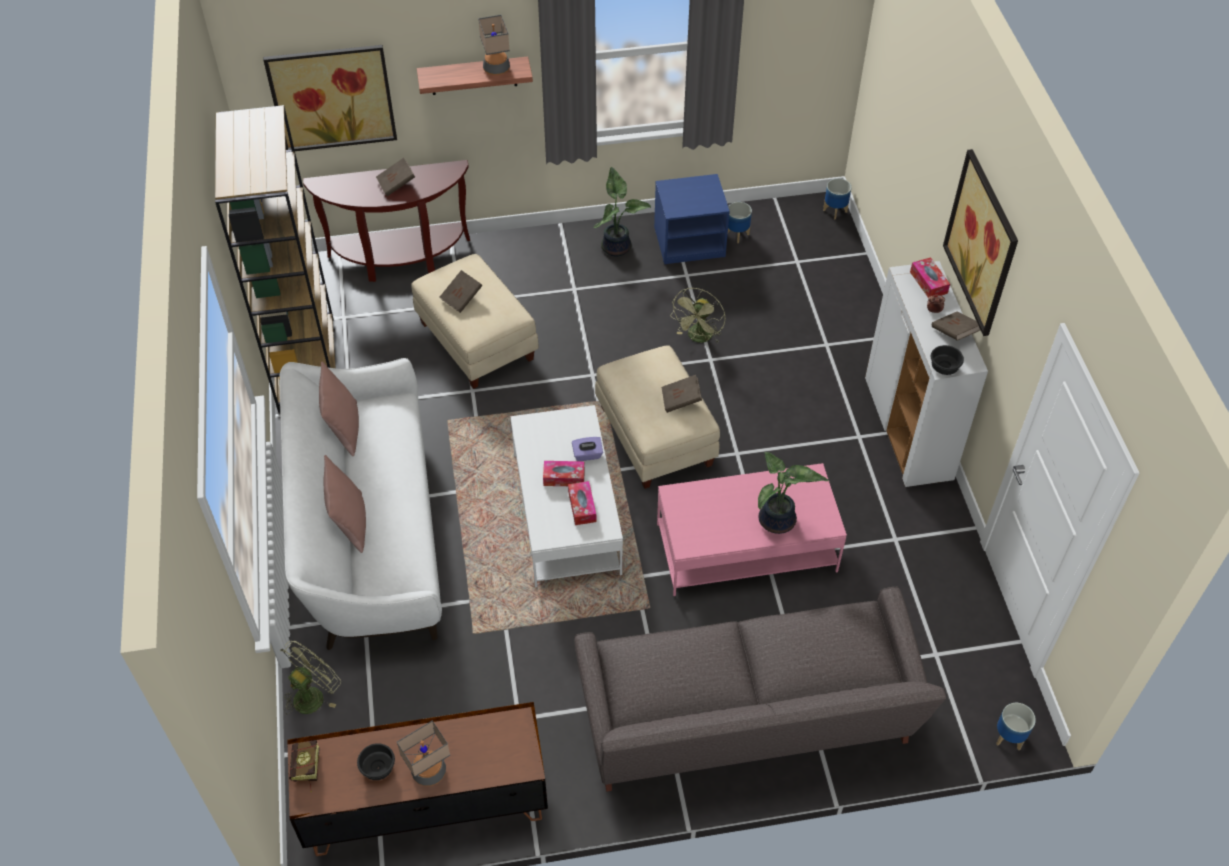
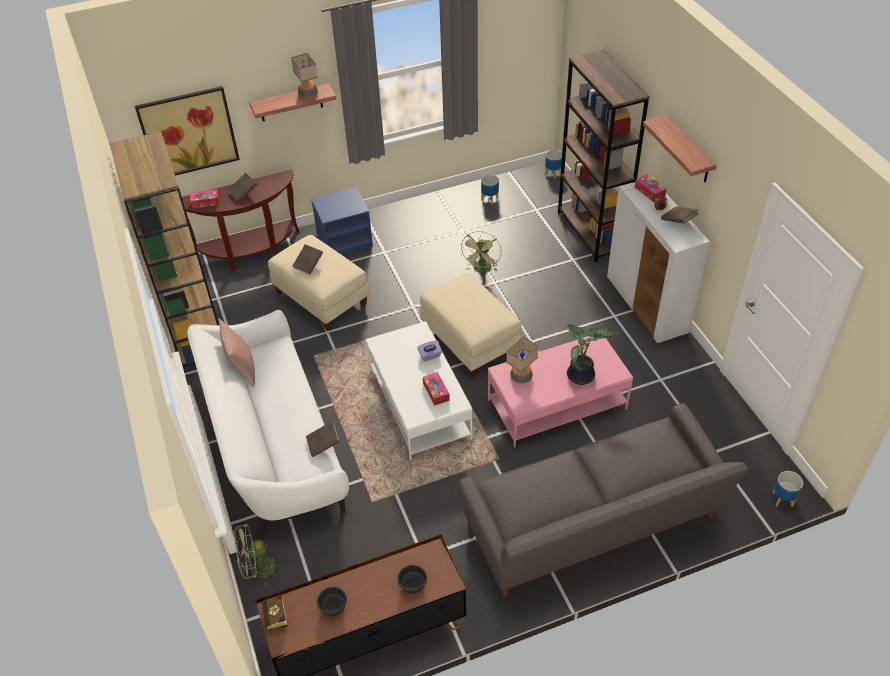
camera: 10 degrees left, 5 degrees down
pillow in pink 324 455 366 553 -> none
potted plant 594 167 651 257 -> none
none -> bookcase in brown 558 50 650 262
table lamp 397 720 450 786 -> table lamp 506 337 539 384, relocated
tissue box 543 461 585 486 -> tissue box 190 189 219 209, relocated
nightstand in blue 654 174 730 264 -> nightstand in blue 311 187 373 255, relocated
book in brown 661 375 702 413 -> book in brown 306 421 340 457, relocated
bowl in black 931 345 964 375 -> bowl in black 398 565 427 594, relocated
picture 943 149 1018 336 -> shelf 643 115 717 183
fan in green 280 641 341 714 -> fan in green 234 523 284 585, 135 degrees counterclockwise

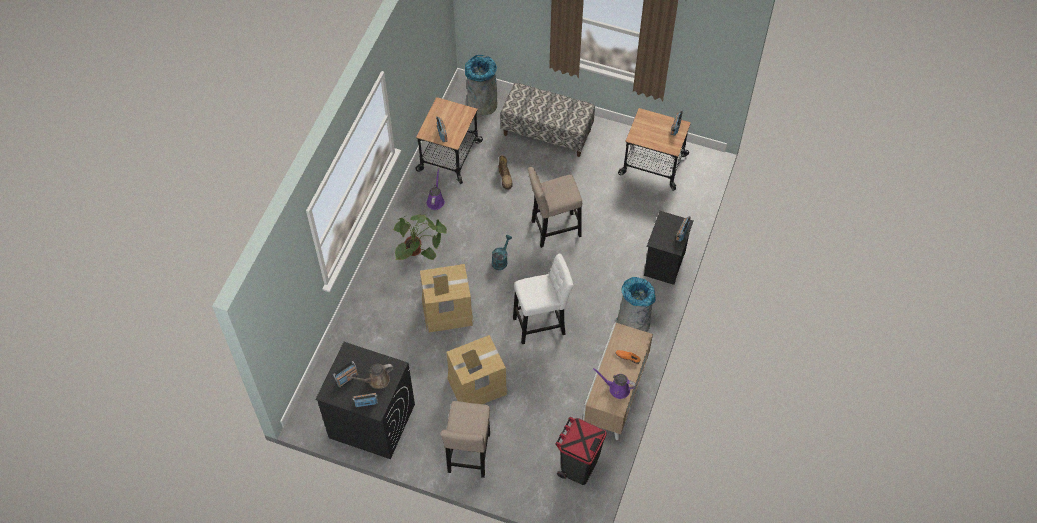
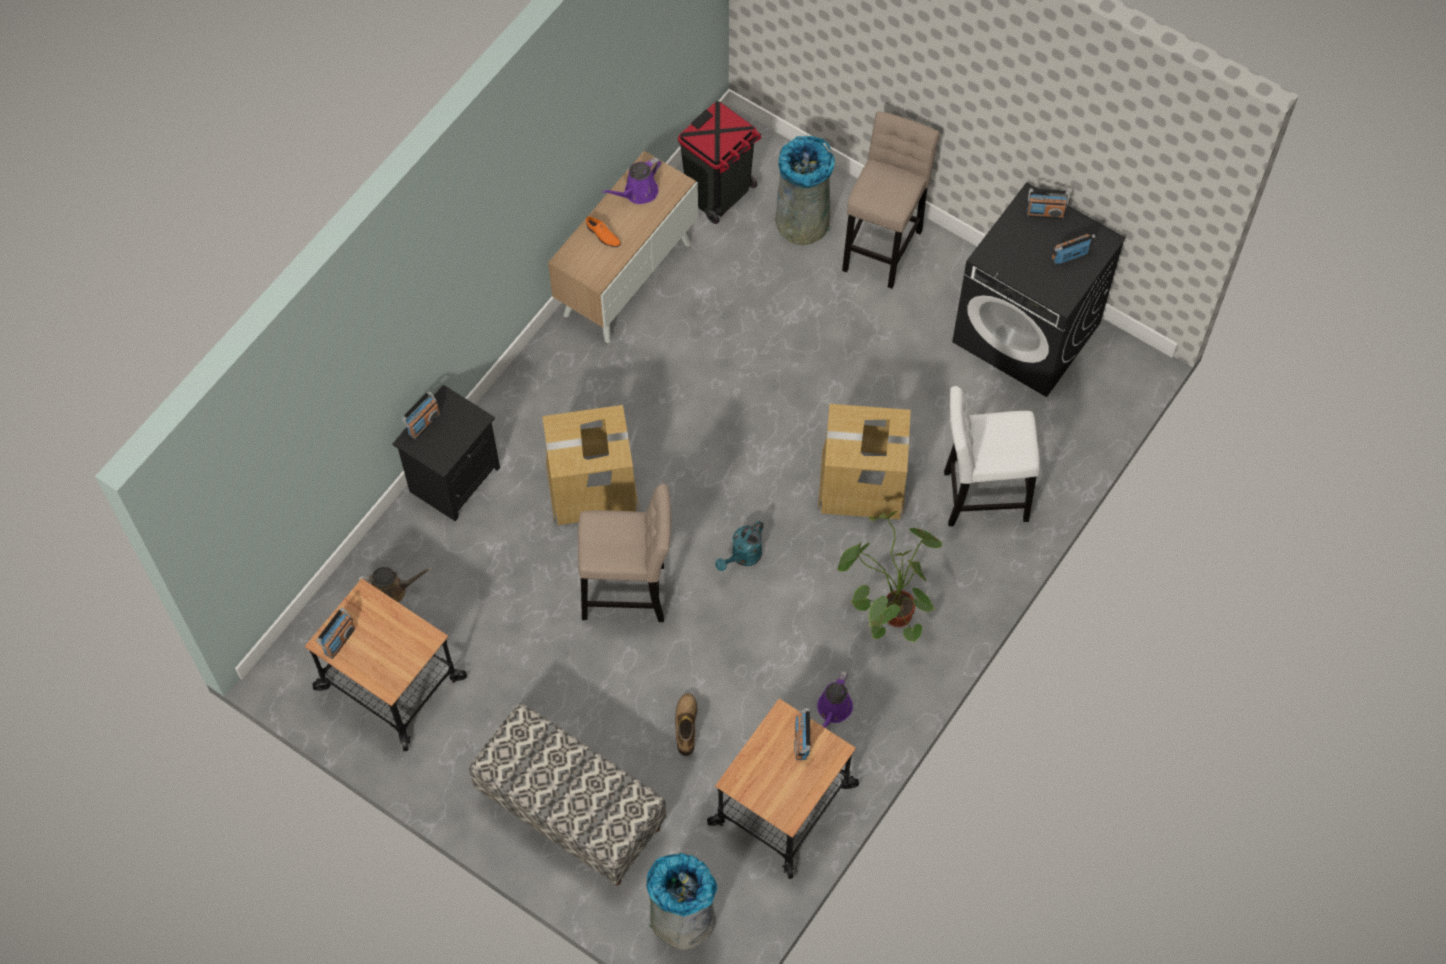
camera: 165 degrees left, 5 degrees up
watering can in brown 347 364 393 389 -> watering can in brown 358 567 433 603, relocated
cardboard box 447 335 508 404 -> cardboard box 542 405 639 525, relocated
stool in white 513 254 574 344 -> stool in white 944 386 1040 526, relocated
trash can in grey 616 277 656 332 -> trash can in grey 775 136 835 245, relocated
watering can in purple 593 368 636 399 -> watering can in purple 601 157 662 204, 105 degrees clockwise

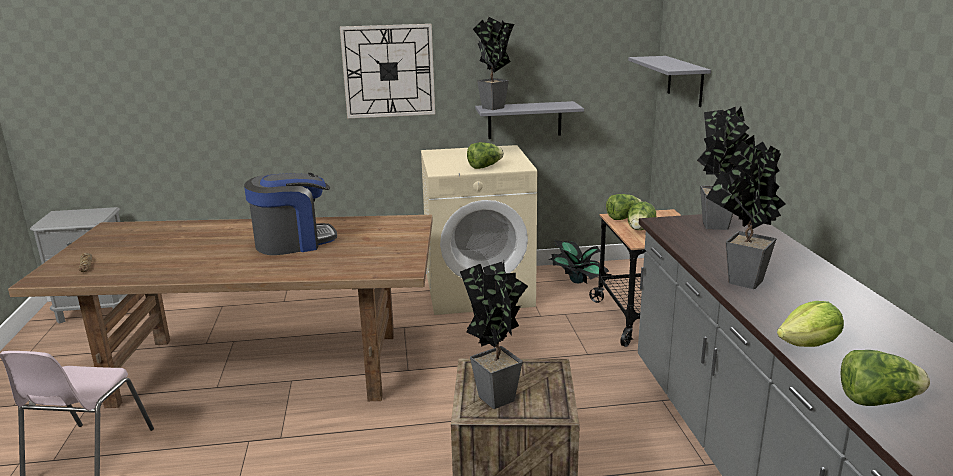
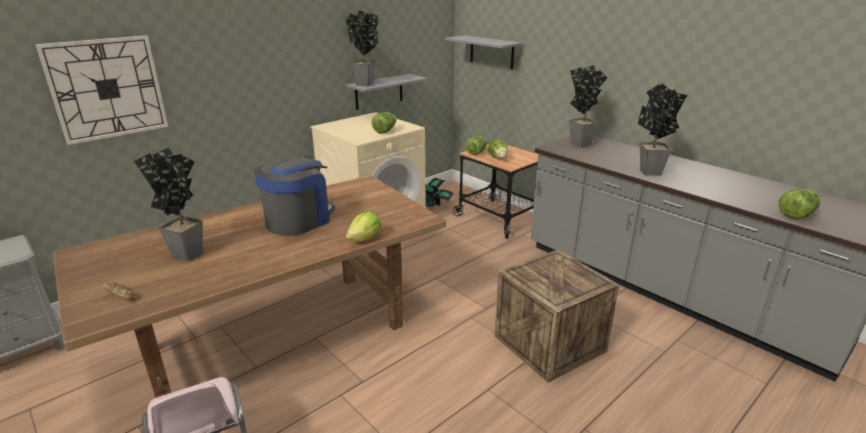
camera: 35 degrees left, 5 degrees up
wall clock 340 24 435 118 -> wall clock 36 35 168 145, relocated
potted plant 460 261 528 409 -> potted plant 134 147 203 261, relocated
lettuce 777 301 844 347 -> lettuce 346 211 381 242, relocated

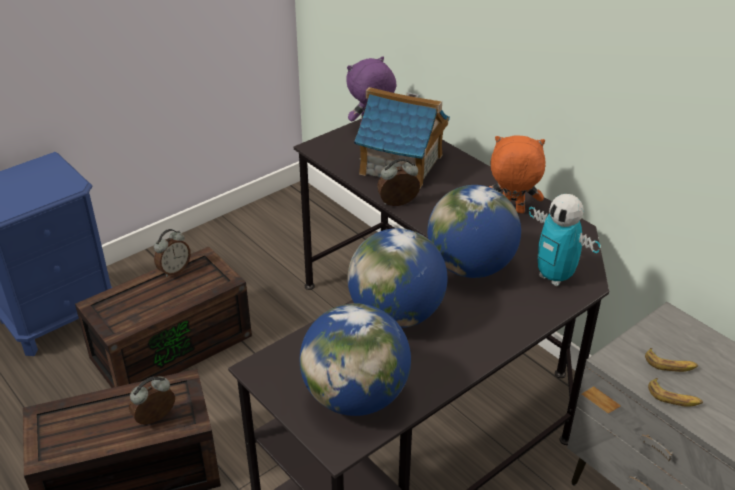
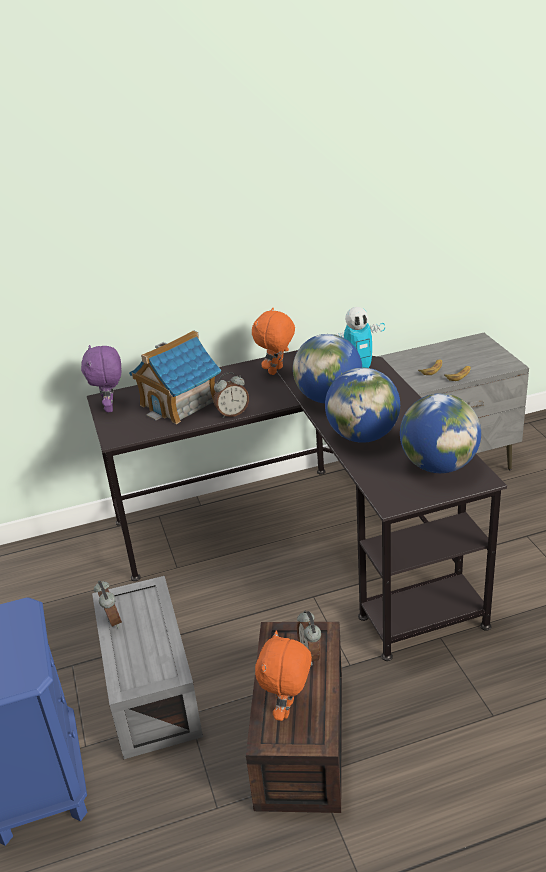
camera: 65 degrees left, 5 degrees down
none -> plush toy in orange 255 630 312 721
storage box in brown 75 246 252 388 -> storage box in grey 92 576 203 759
alarm clock 377 158 420 206 -> alarm clock 214 372 249 418, 120 degrees counterclockwise

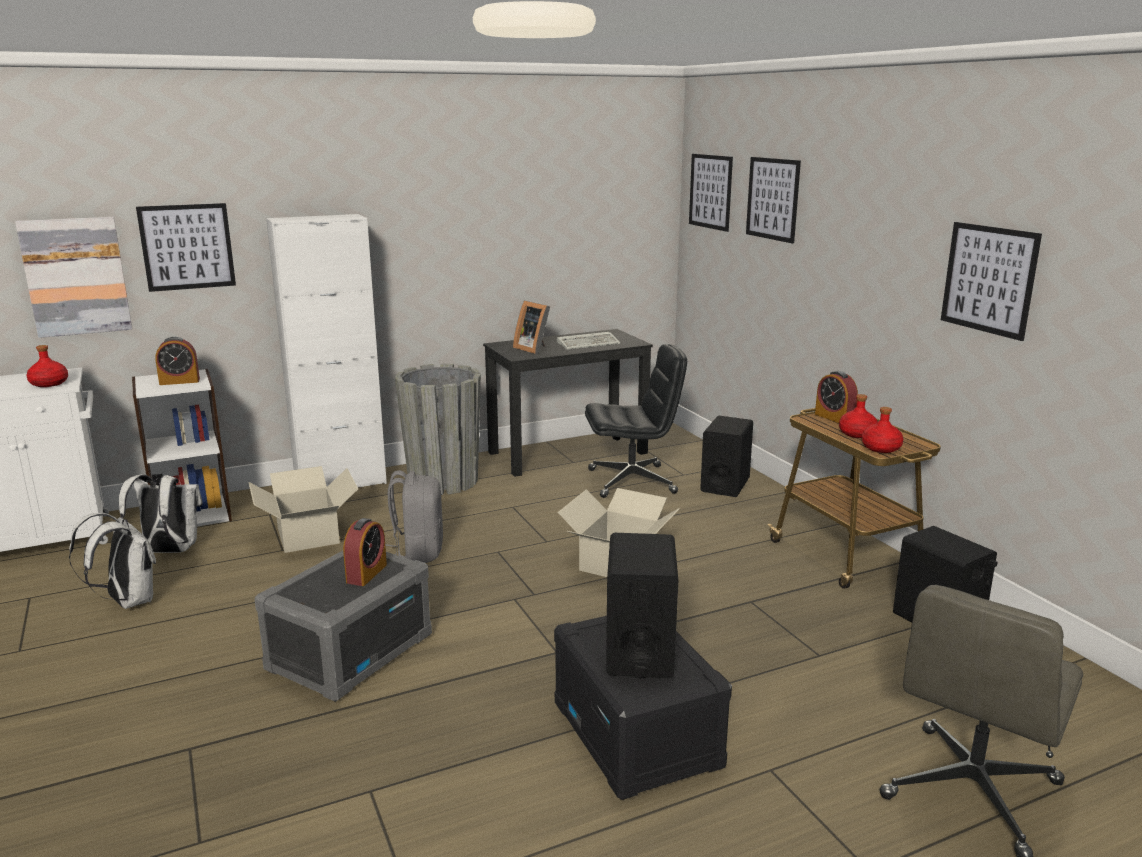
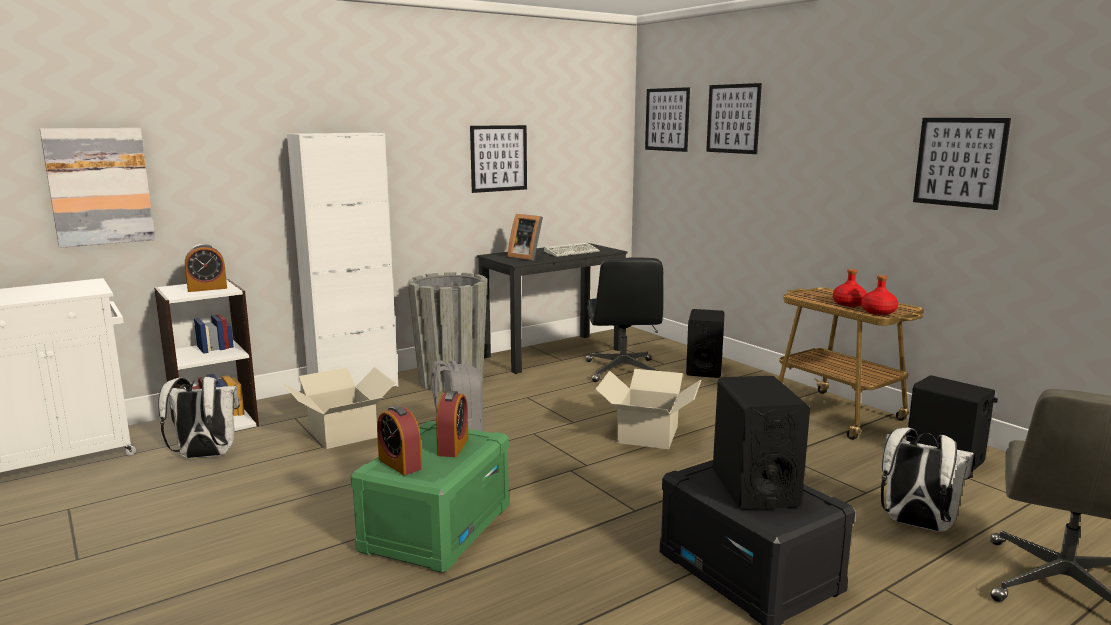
camera: 10 degrees left, 5 degrees down
bottle in red 26 345 68 387 -> none
backpack in white 69 513 156 609 -> backpack in white 881 428 974 532, relocated
picture 136 203 236 292 -> picture 470 125 527 193, relocated
alarm clock 815 371 858 423 -> alarm clock 377 405 422 475, relocated
storage box in grey 255 551 432 702 -> storage box in green 350 421 510 573
office chair in black 585 344 687 498 -> office chair in black 586 258 663 382, 105 degrees clockwise

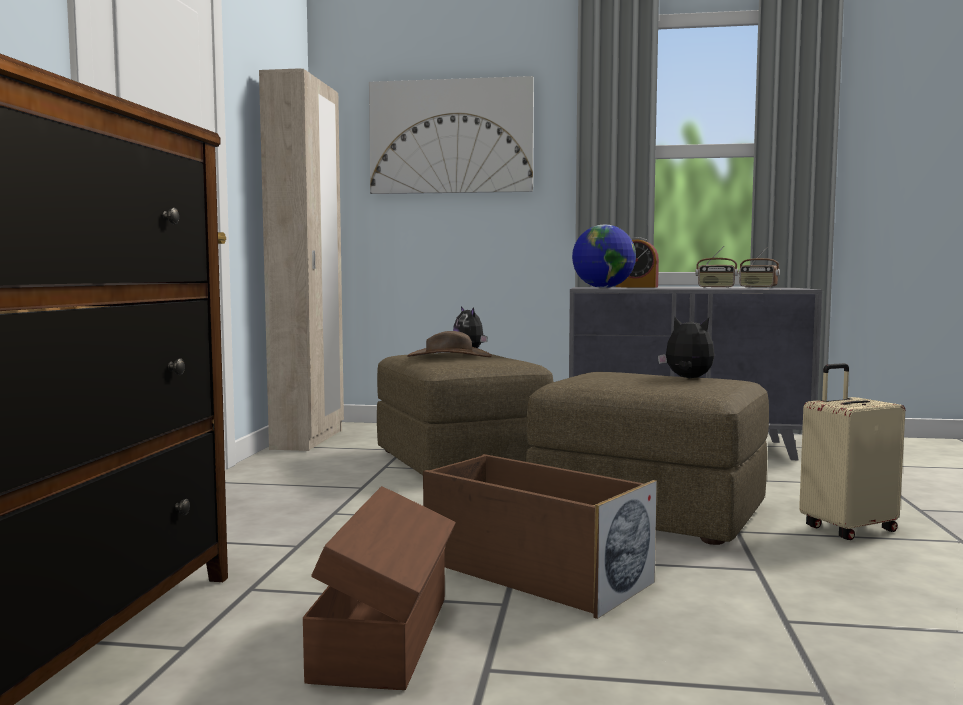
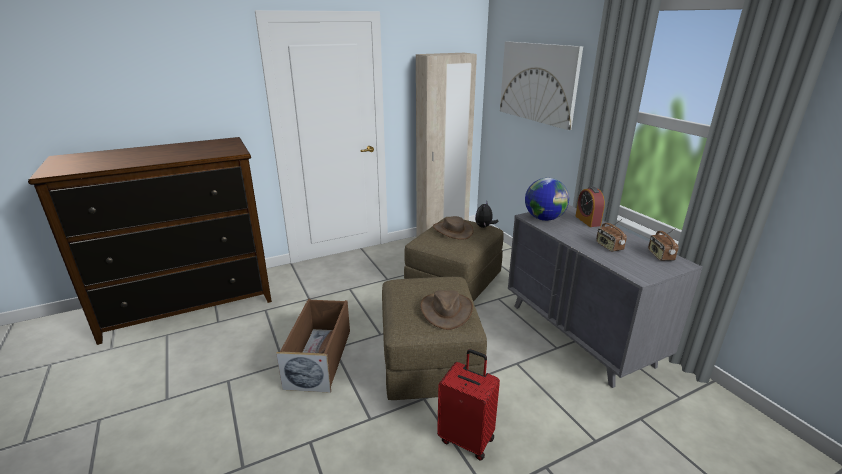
camera: 55 degrees right, 20 degrees up
storage box in brown 303 486 456 690 -> none
plush toy 658 316 715 378 -> hat in brown 420 290 473 330
suitcase in beige 799 363 905 540 -> suitcase in red 437 349 500 461

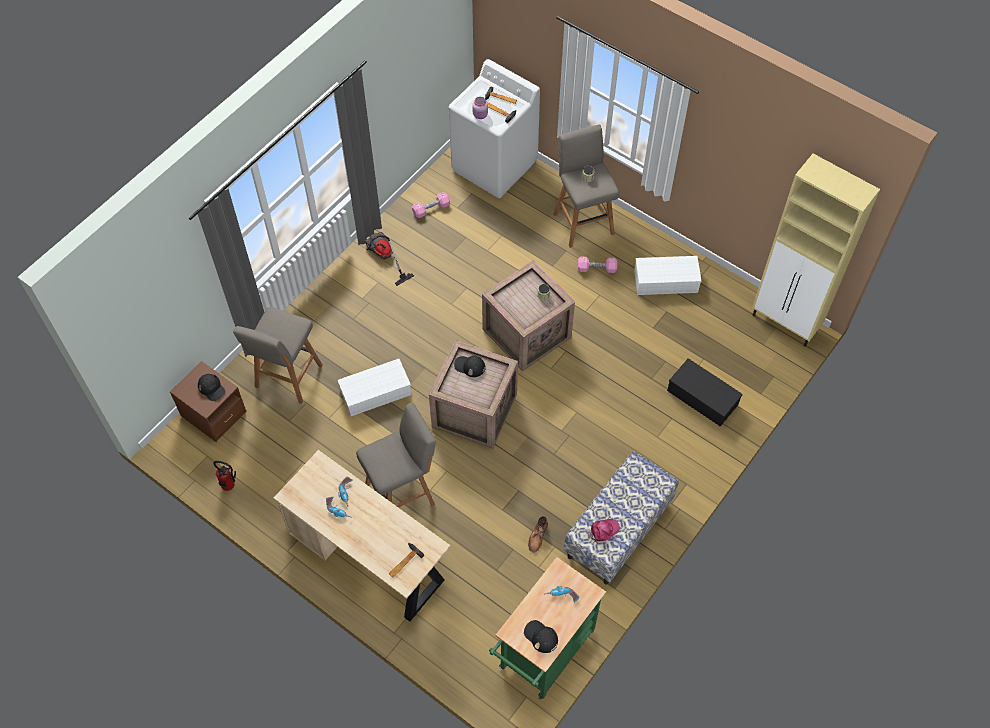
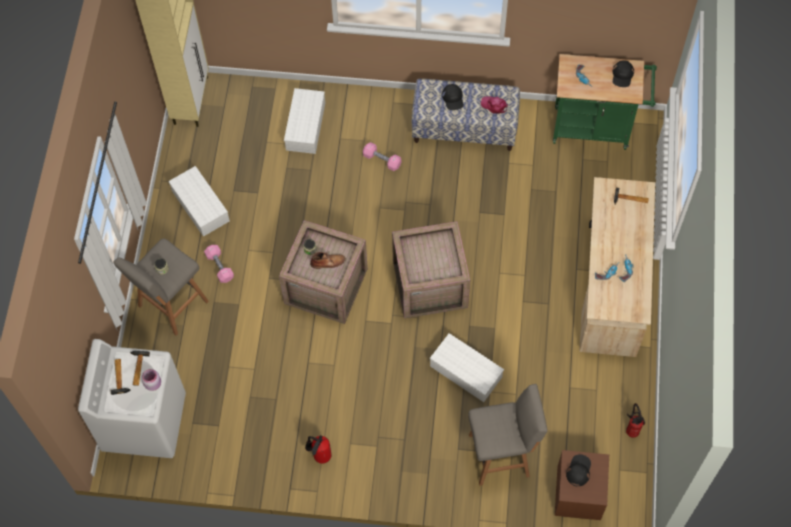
camera: 120 degrees left, 5 degrees up
stool in grey 356 402 436 508 -> none
dumbbell in pink 412 192 450 218 -> dumbbell in pink 363 142 401 171, relocated
cap in black 454 356 486 377 -> cap in black 442 84 464 110, relocated
boot in brown 528 516 548 552 -> boot in brown 310 252 346 269, relocated
vacuum cleaner 364 232 414 286 -> fire extinguisher 305 435 331 464
storage box in black 667 358 743 427 -> storage box in white 284 88 325 154

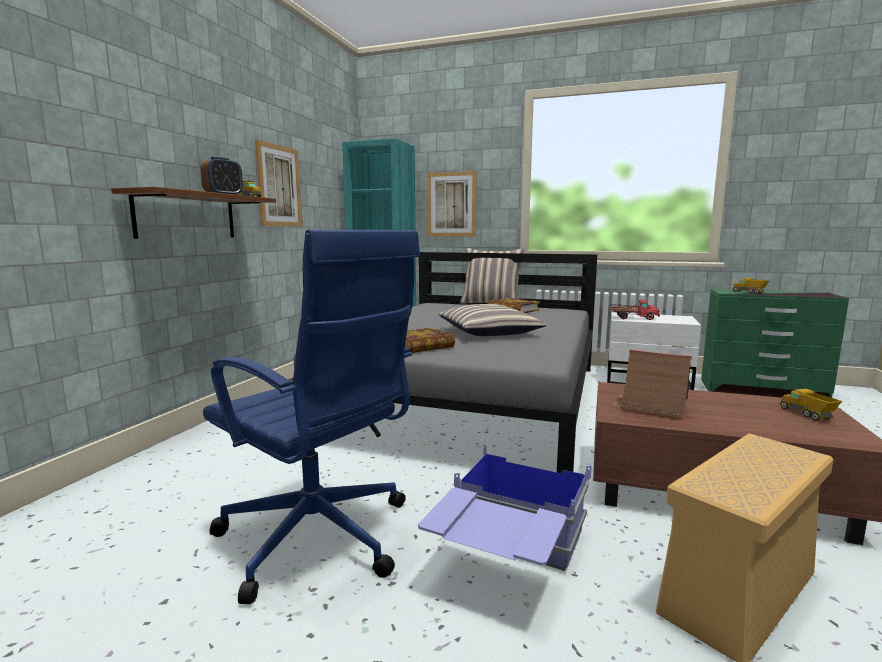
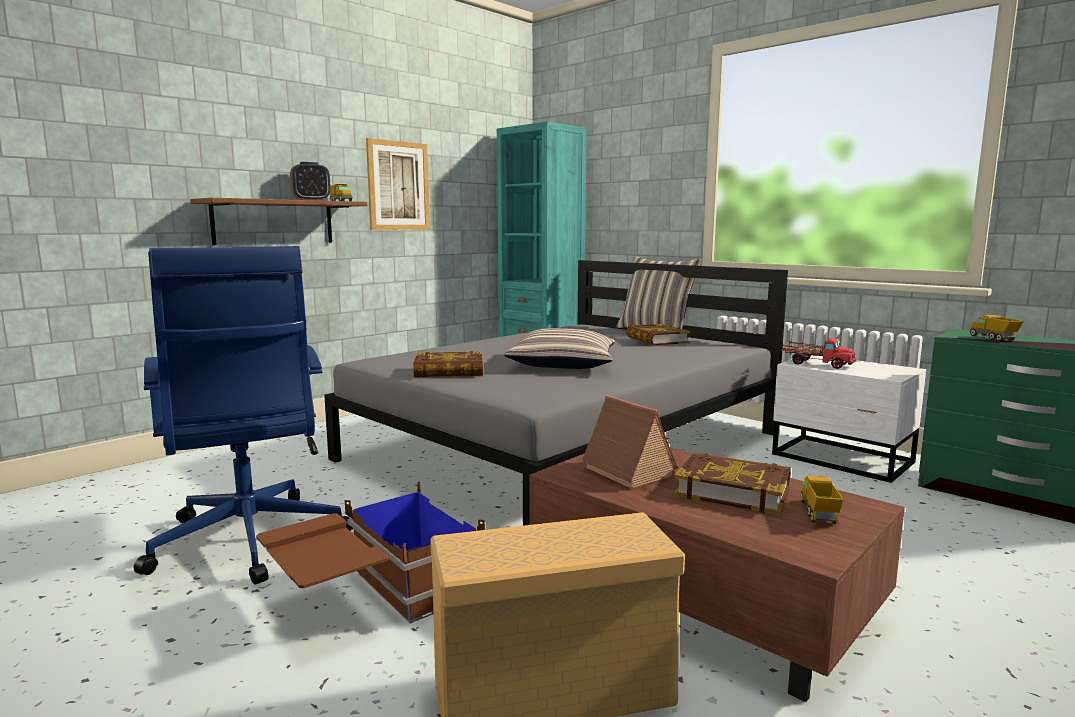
camera: 25 degrees right, 0 degrees up
picture 427 171 477 236 -> none
none -> book 674 453 791 515
storage box in blue 418 444 592 571 -> storage box in brown 256 481 485 623

